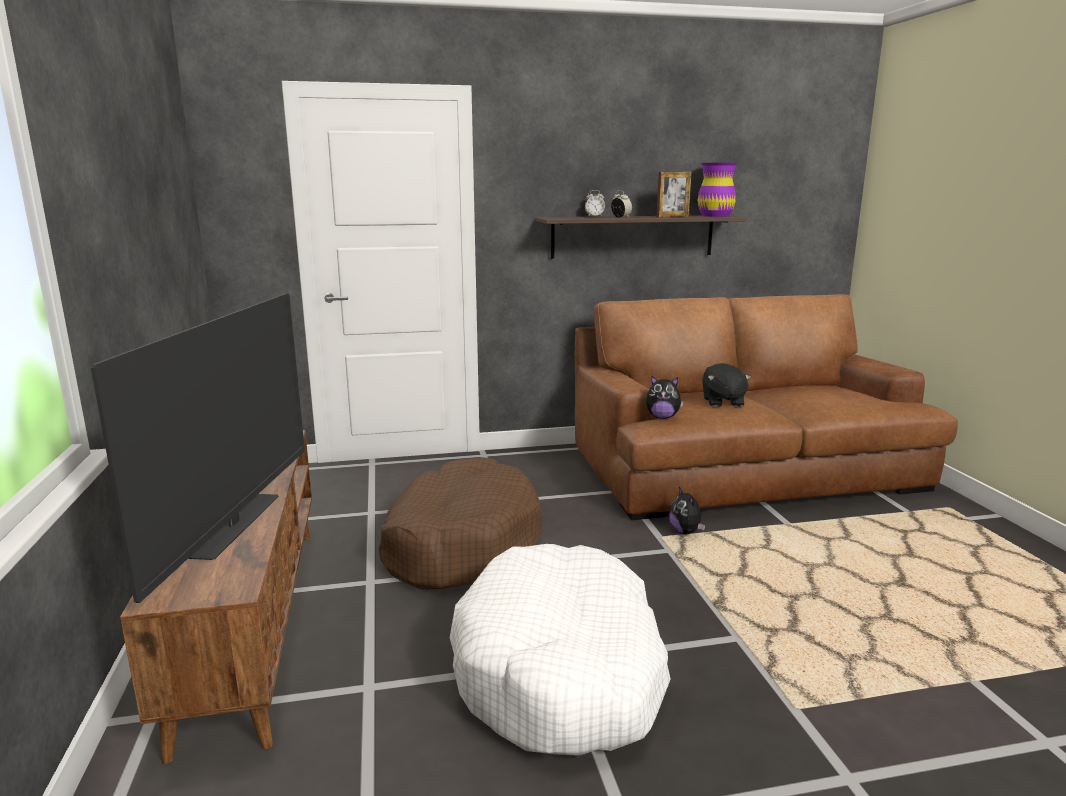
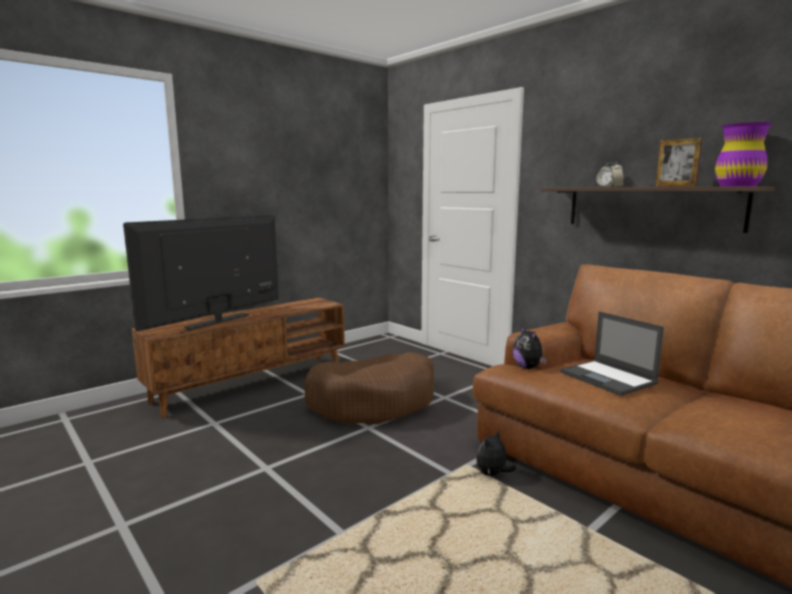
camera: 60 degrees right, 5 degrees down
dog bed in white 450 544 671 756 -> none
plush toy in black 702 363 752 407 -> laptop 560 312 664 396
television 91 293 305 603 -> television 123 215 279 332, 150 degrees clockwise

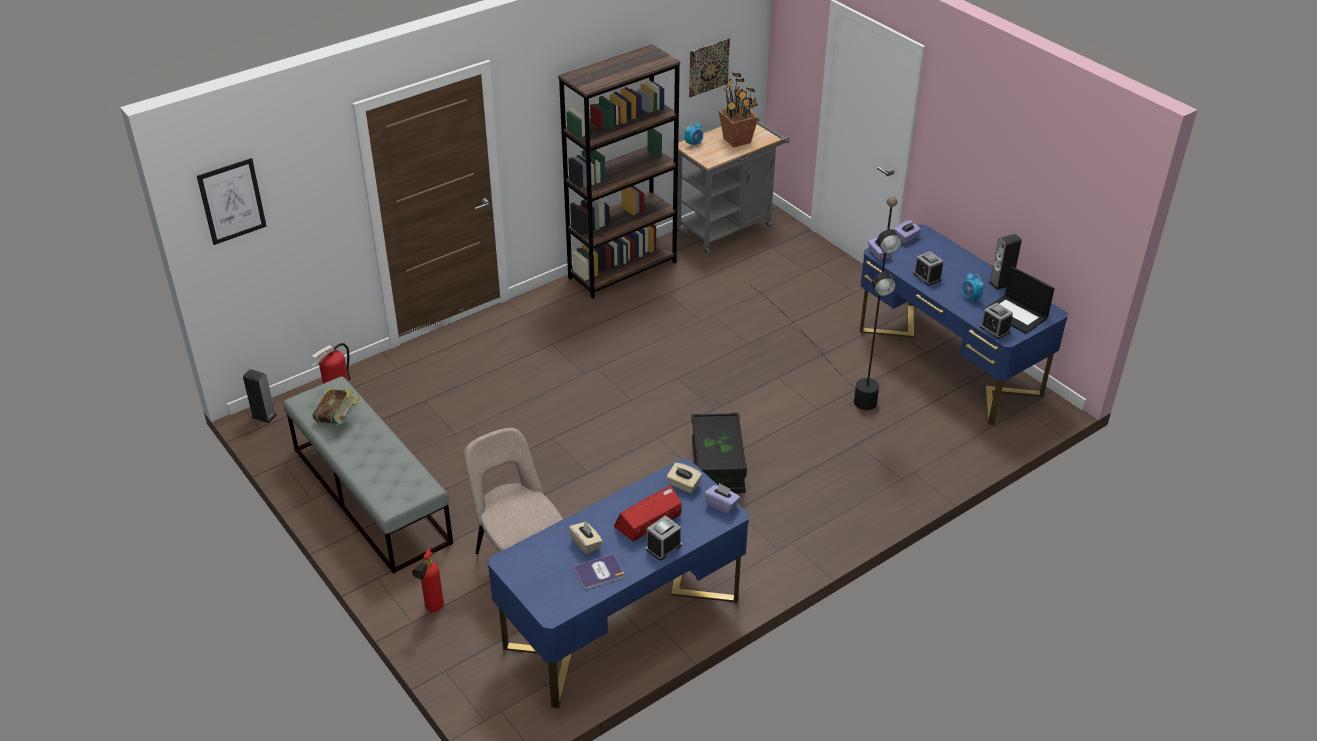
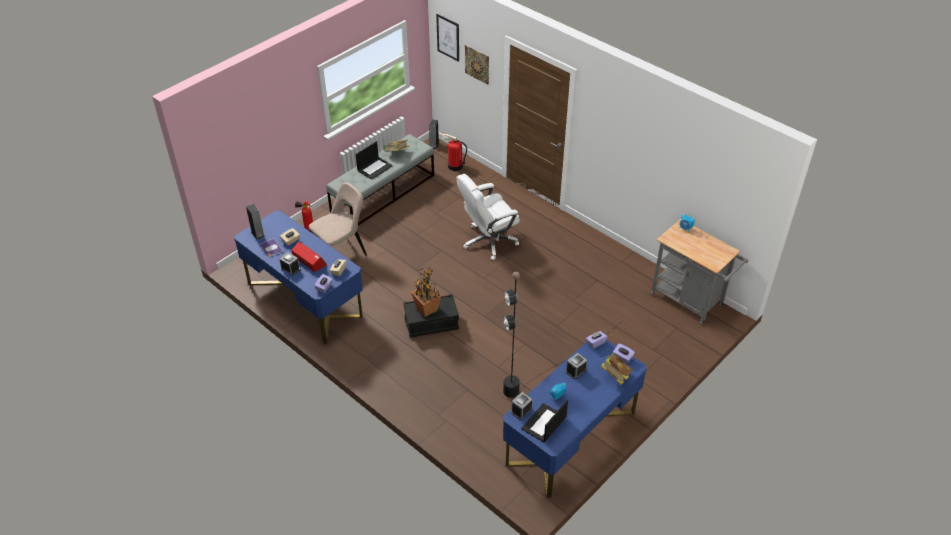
camera: 80 degrees right, 5 degrees up
bookcase in brown 558 44 680 299 -> none
none -> laptop 356 141 392 180
none -> office chair in white 457 174 520 260
none -> book 601 353 632 385
picture 689 38 730 97 -> picture 465 45 489 85, relocated
potted plant 718 73 759 147 -> potted plant 411 268 441 317, relocated
speaker 988 234 1022 290 -> speaker 246 204 265 240, relocated

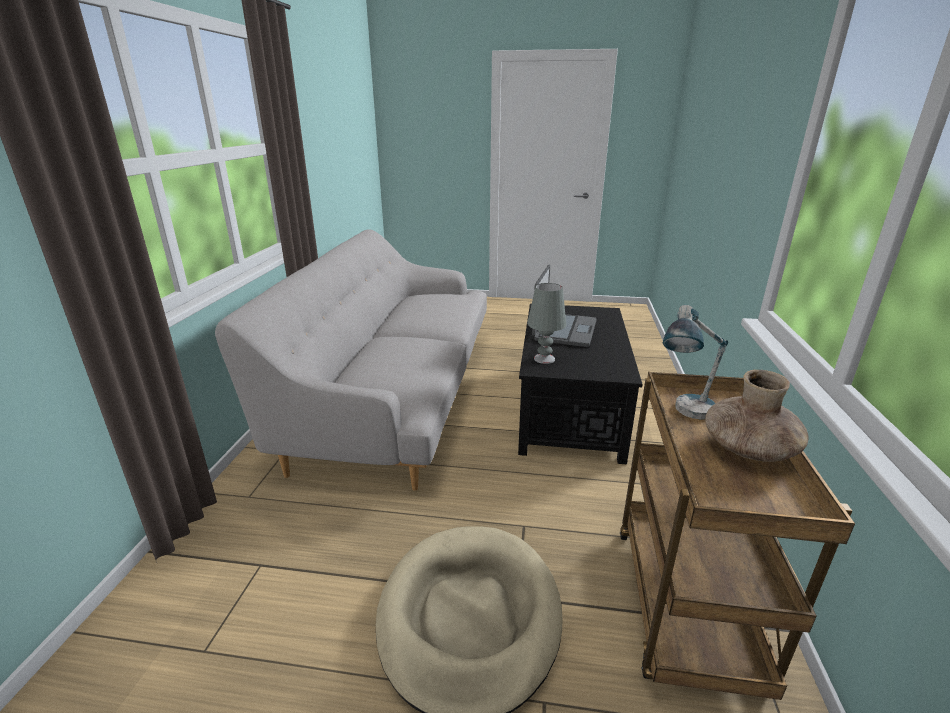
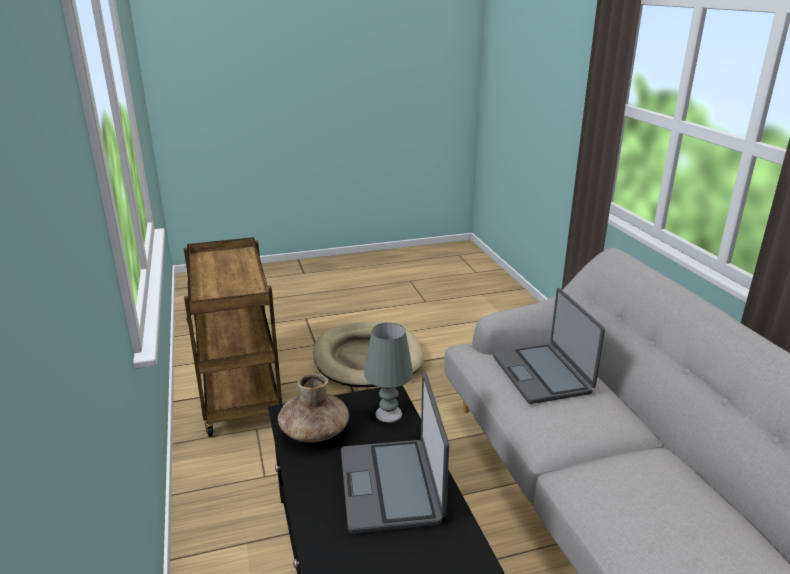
camera: 155 degrees right, 0 degrees up
table lamp 663 305 728 420 -> none
none -> laptop 493 288 605 404
vase in brown 705 370 809 462 -> vase in brown 278 374 349 443, relocated

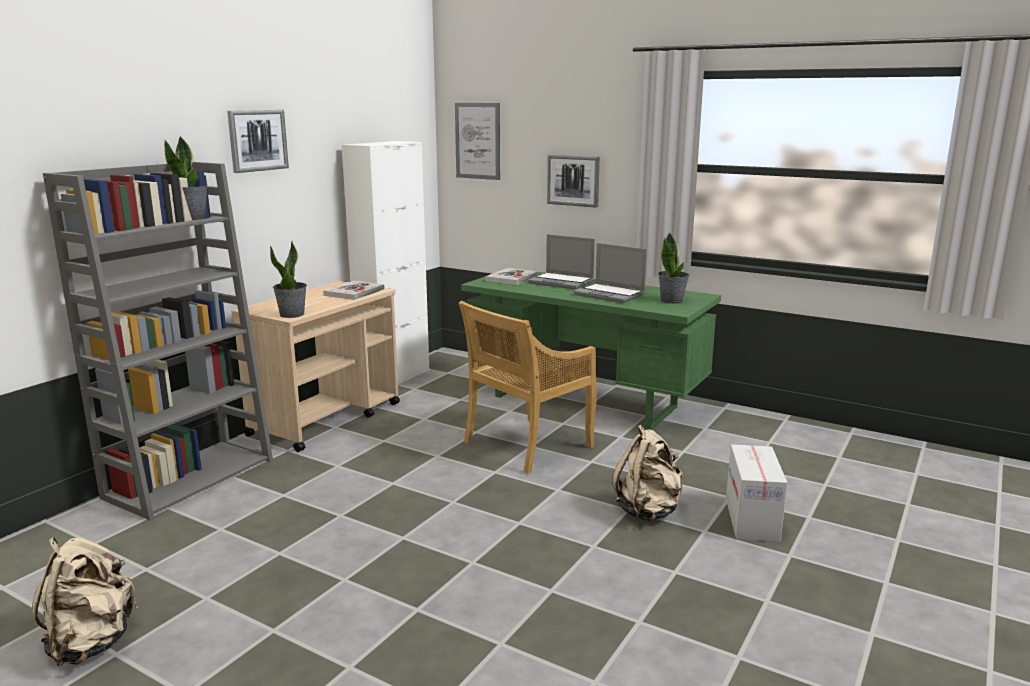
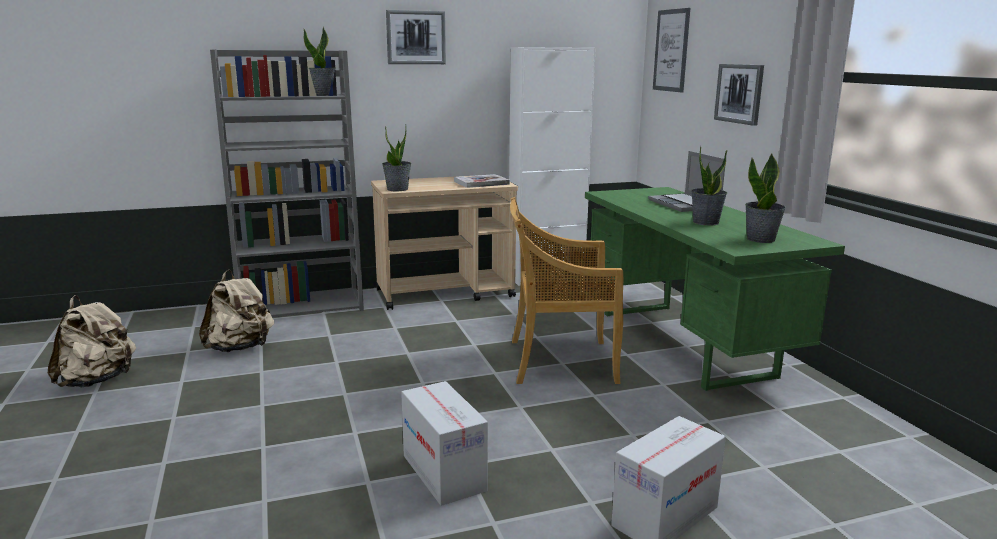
camera: 40 degrees right, 0 degrees up
book 485 268 538 285 -> none
none -> cardboard box 401 381 488 506
backpack in beige 612 425 683 521 -> backpack in beige 199 270 274 352, relocated
laptop 574 243 647 303 -> potted plant 691 146 727 226

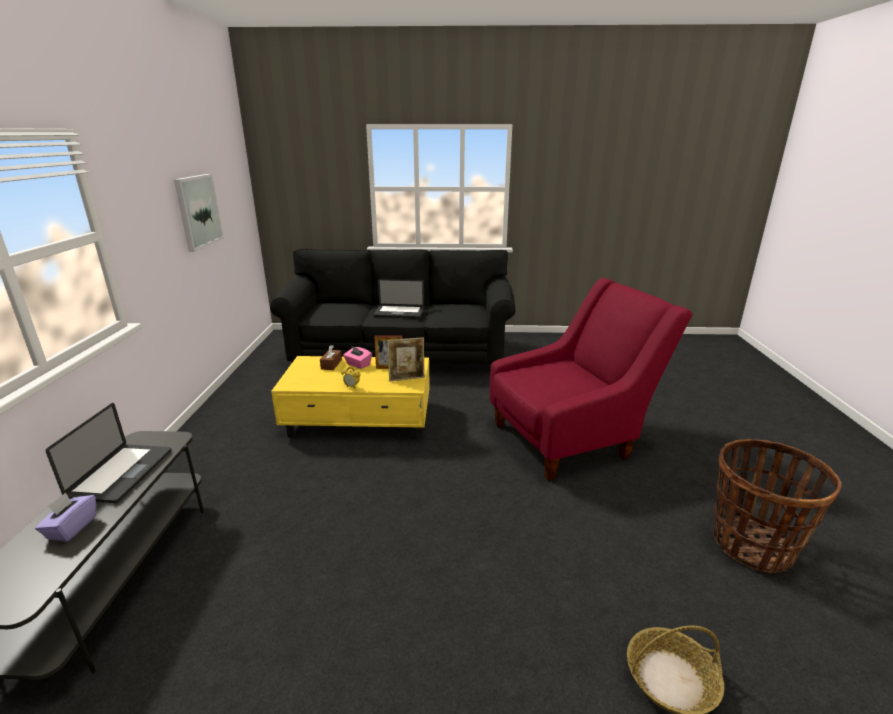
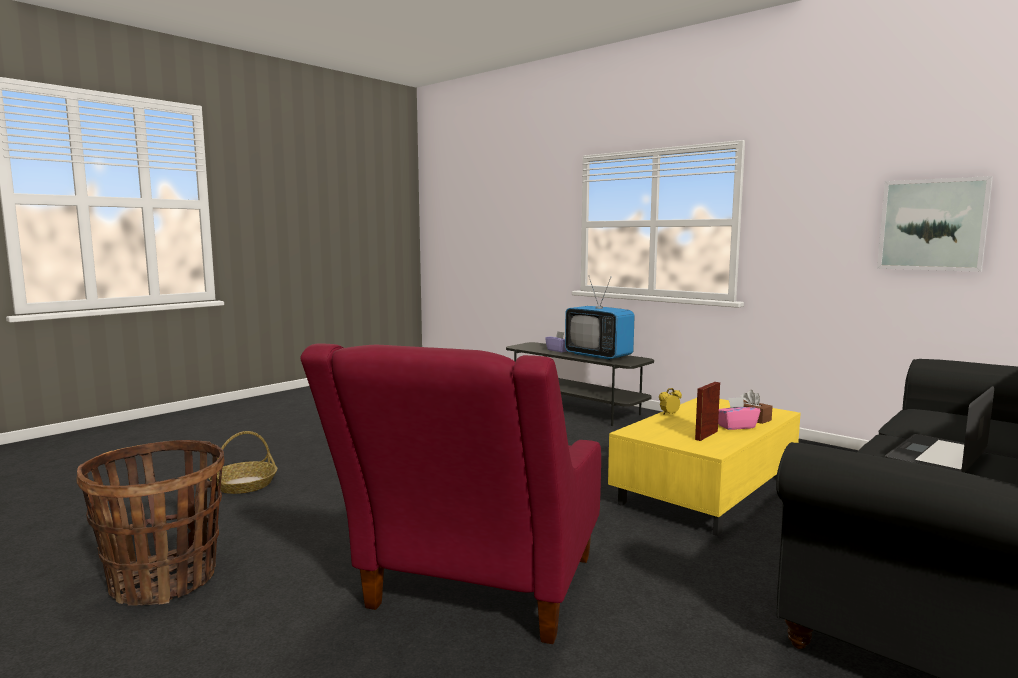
camera: 130 degrees right, 15 degrees down
picture frame 387 337 425 382 -> none
laptop 46 403 171 503 -> television 565 277 635 360

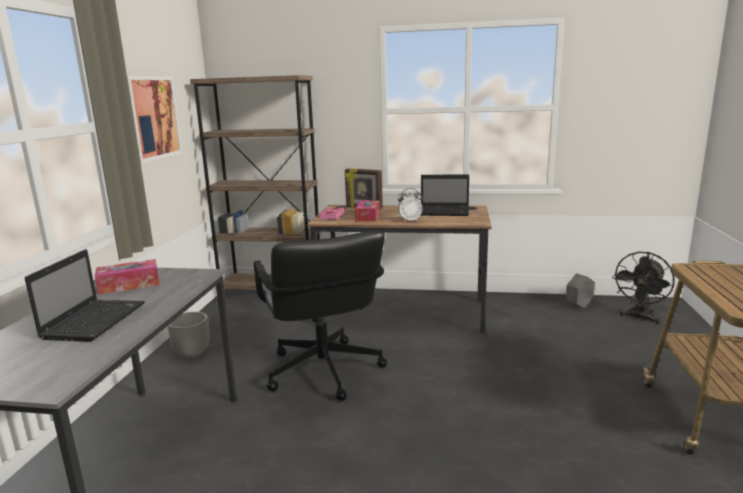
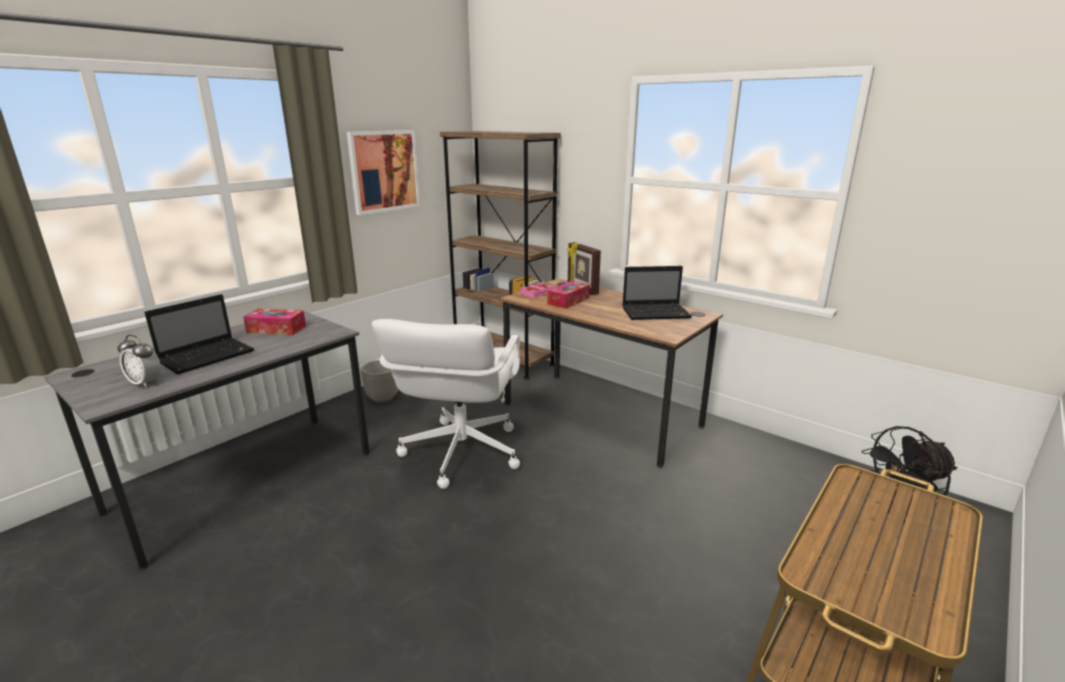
camera: 30 degrees right, 5 degrees up
planter in grey 566 273 595 308 -> none
alarm clock 398 188 423 222 -> alarm clock 117 335 161 388, relocated
office chair in black 254 231 387 401 -> office chair in white 372 319 520 489
laptop 420 175 469 216 -> laptop 622 266 692 320, 45 degrees counterclockwise

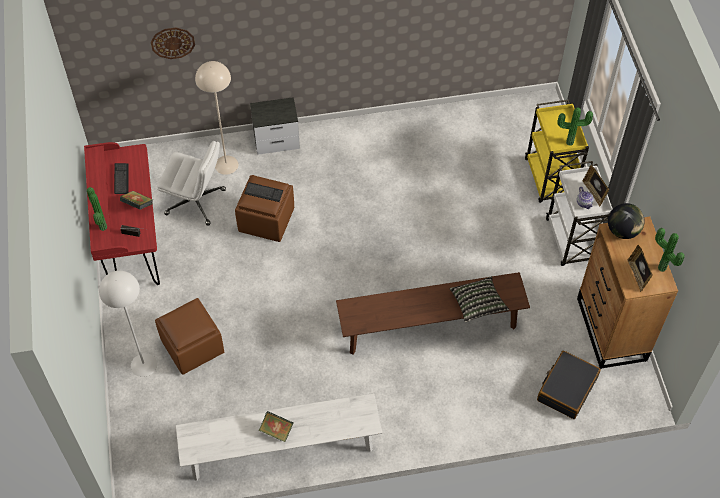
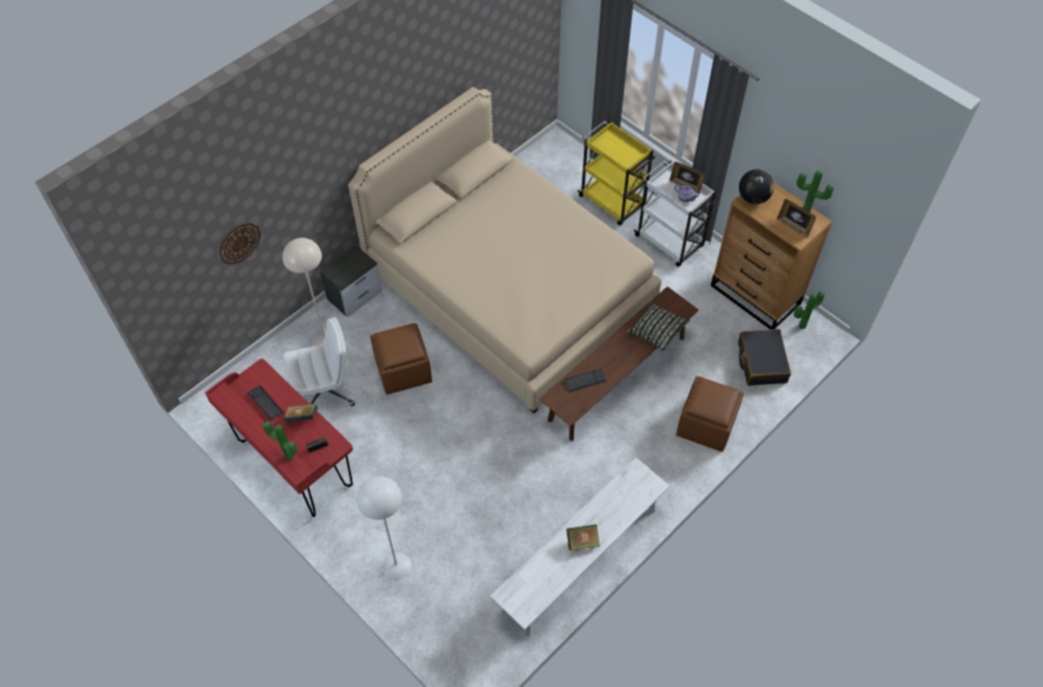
camera: 35 degrees left, 0 degrees up
none -> bed in beige 348 87 662 413
ottoman in brown 155 298 224 375 -> ottoman in brown 676 376 744 452, relocated
keyboard 244 182 283 202 -> keyboard 564 368 606 392, relocated
potted plant 557 108 593 146 -> potted plant 794 291 825 329, relocated

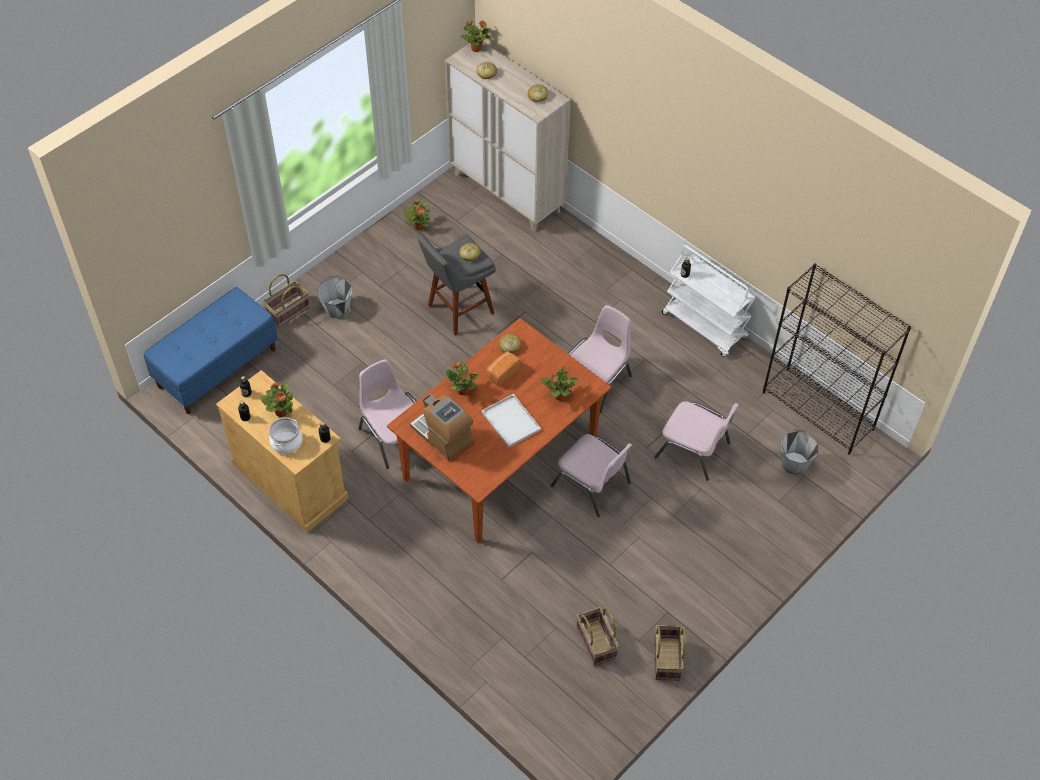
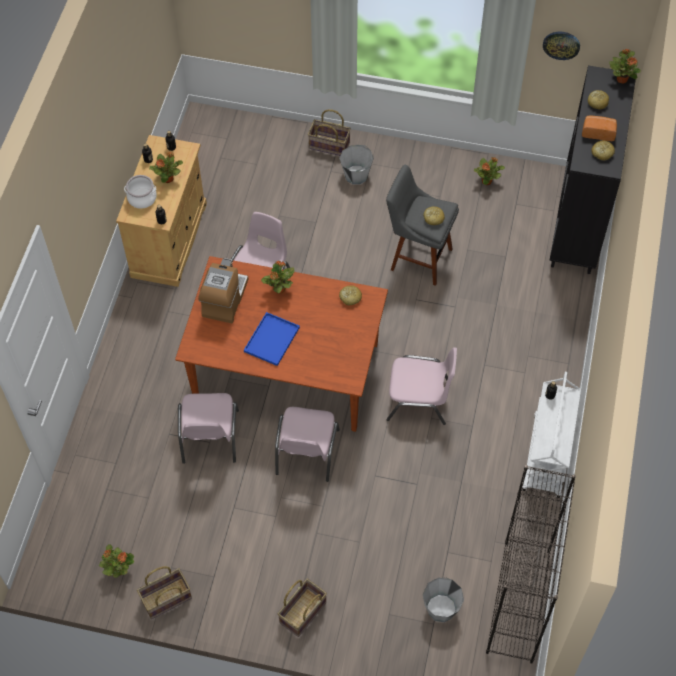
camera: 60 degrees right, 5 degrees up
bench in blue 144 287 278 414 -> none
none -> wall clock 543 32 580 60
bread 487 351 521 386 -> bread 582 116 617 141, relocated
potted plant 542 366 578 400 -> potted plant 99 544 134 578, relocated
basket 576 607 619 666 -> basket 278 579 327 637, relocated
chair in pink 654 401 739 481 -> chair in pink 178 393 239 464, relocated
cabinet in beige 445 42 571 232 -> cabinet in black 549 65 637 274
tray in white 482 394 541 447 -> tray in blue 244 312 300 366

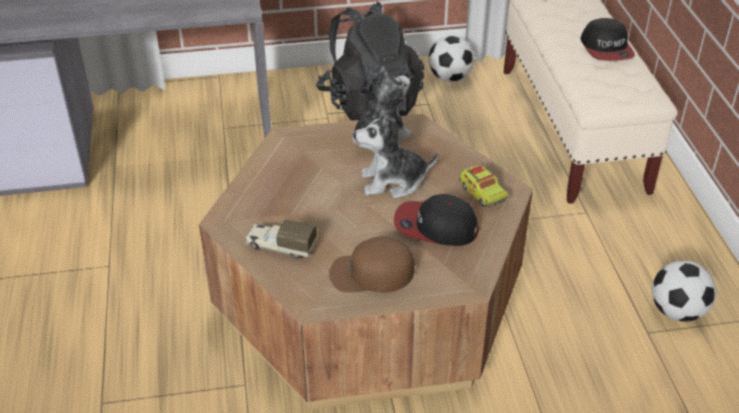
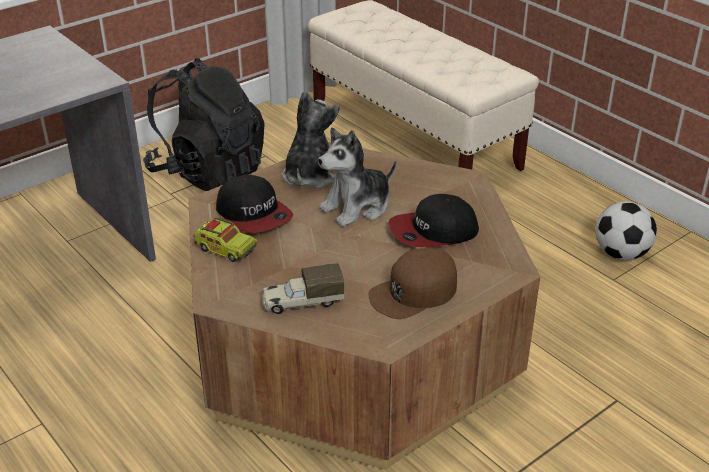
camera: 30 degrees left, 5 degrees down
football 428 35 474 82 -> none
toy truck 459 164 509 207 -> toy truck 193 218 258 262, relocated
cap 581 18 635 61 -> cap 216 174 293 233, relocated

